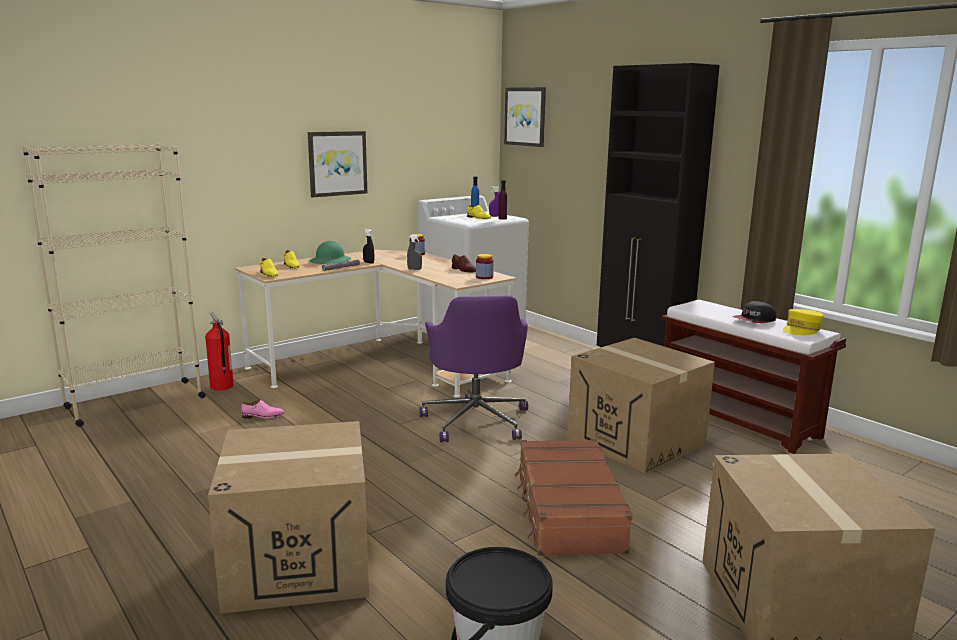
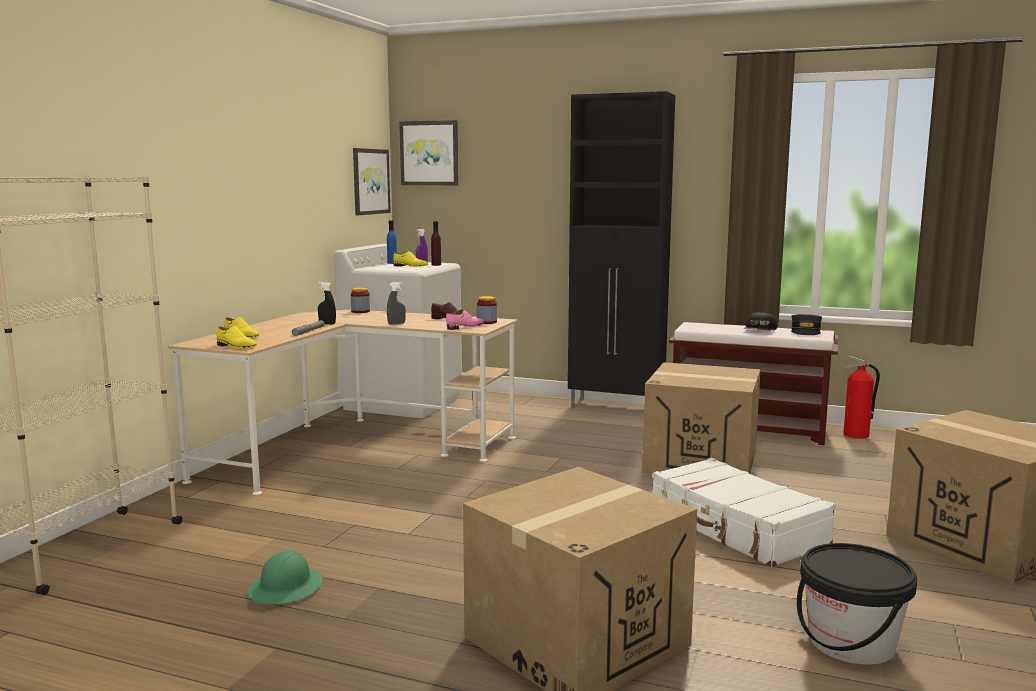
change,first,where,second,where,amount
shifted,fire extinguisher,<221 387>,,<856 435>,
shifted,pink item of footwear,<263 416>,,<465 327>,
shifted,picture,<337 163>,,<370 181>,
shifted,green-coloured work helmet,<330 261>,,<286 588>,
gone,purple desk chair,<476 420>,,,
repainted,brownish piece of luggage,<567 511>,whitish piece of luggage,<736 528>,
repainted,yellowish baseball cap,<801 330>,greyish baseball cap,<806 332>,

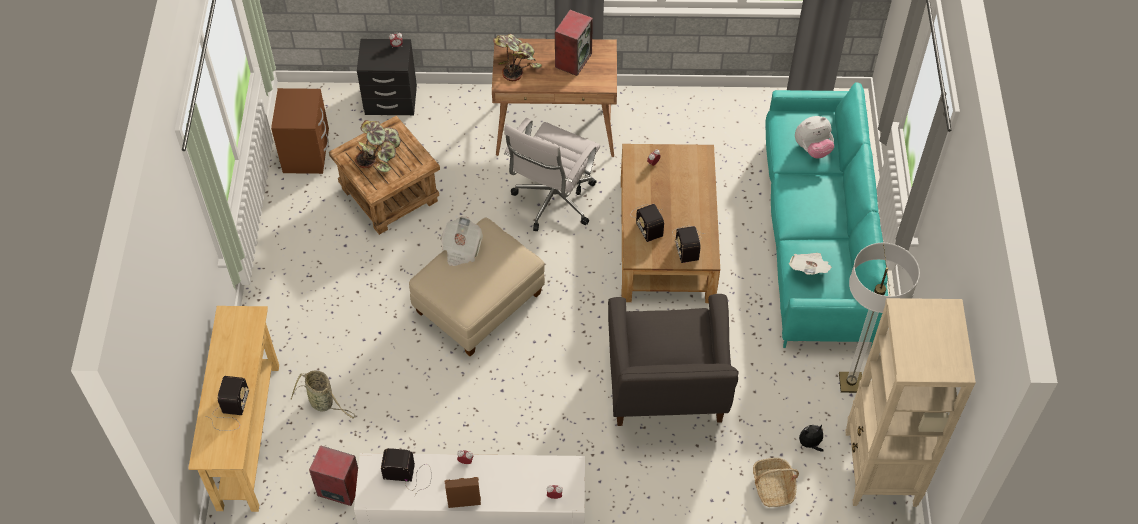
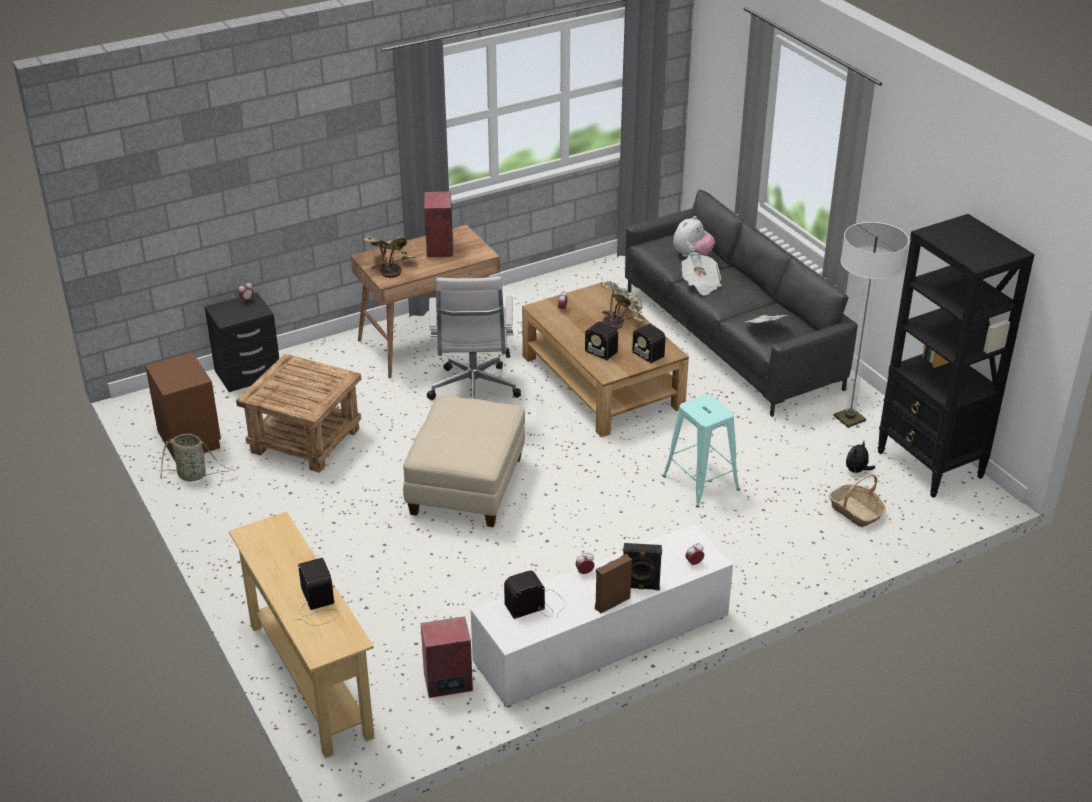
change,first,where,second,where,amount
shifted,household basket,<323 403>,,<194 475>,
shifted,plant in a pot,<379 156>,,<621 317>,
shifted,printed paper,<461 249>,,<700 284>,
swapped,greyish lounge chair,<667 391>,turquoise sitting stool,<701 483>,
repainted,turquoise settee,<815 239>,greyish settee,<729 339>,
repainted,beige bookcase,<880 470>,black bookcase,<930 465>,
new,,,black audio speaker,<640 587>,

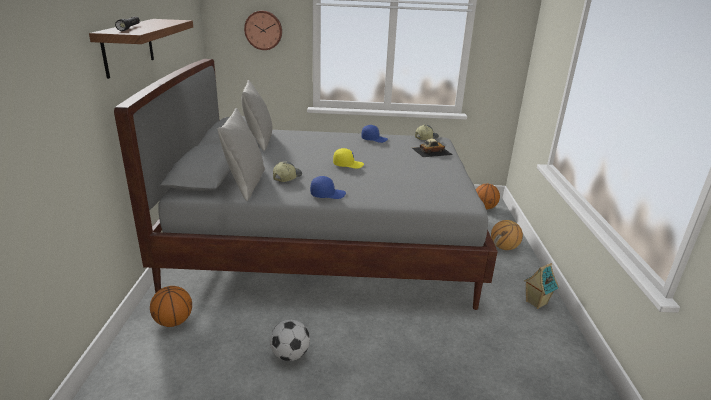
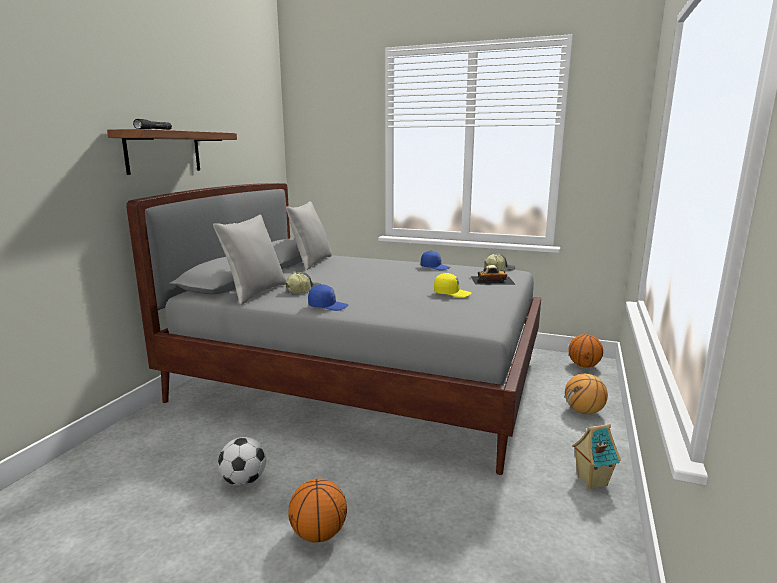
change,first,where,second,where,amount
shifted,ball for basketball,<174 322>,,<319 534>,
gone,clock on the wall,<263 30>,,,
shifted,yellowish baseball cap,<348 164>,,<452 293>,

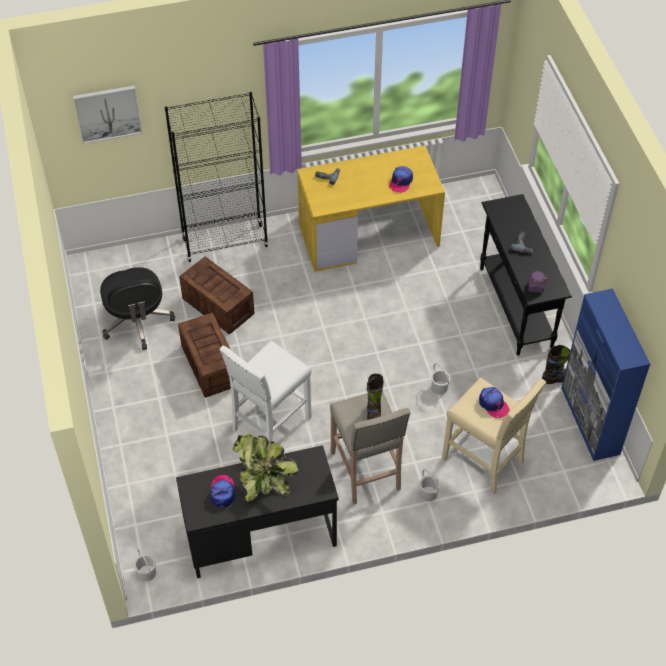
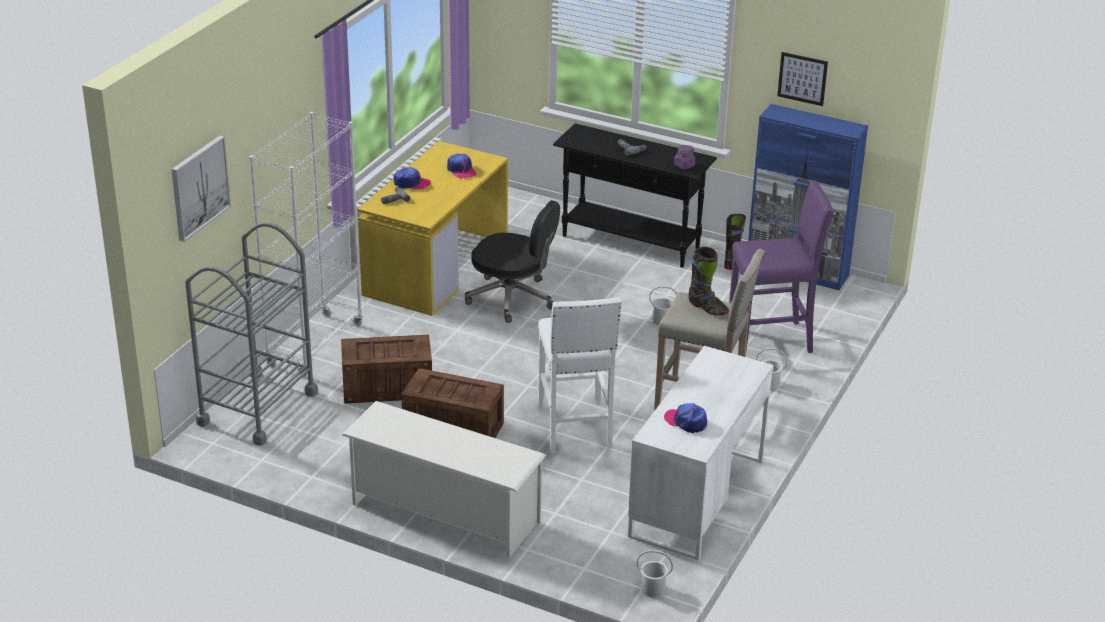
change,first,where,second,where,amount
shifted,black desk chair,<137 322>,,<513 298>,
repainted,black bookcase,<225 243>,whitish bookcase,<315 345>,
repainted,black desk table,<260 535>,whitish desk table,<696 498>,
gone,plant in a pot,<263 479>,,,
repainted,beige sitting stool,<484 461>,purple sitting stool,<772 339>,
shifted,baseball cap,<493 404>,,<411 183>,
new,,,greyish trolley,<257 408>,
new,,,whitish shoe rack,<444 513>,
new,,,picture,<802 78>,

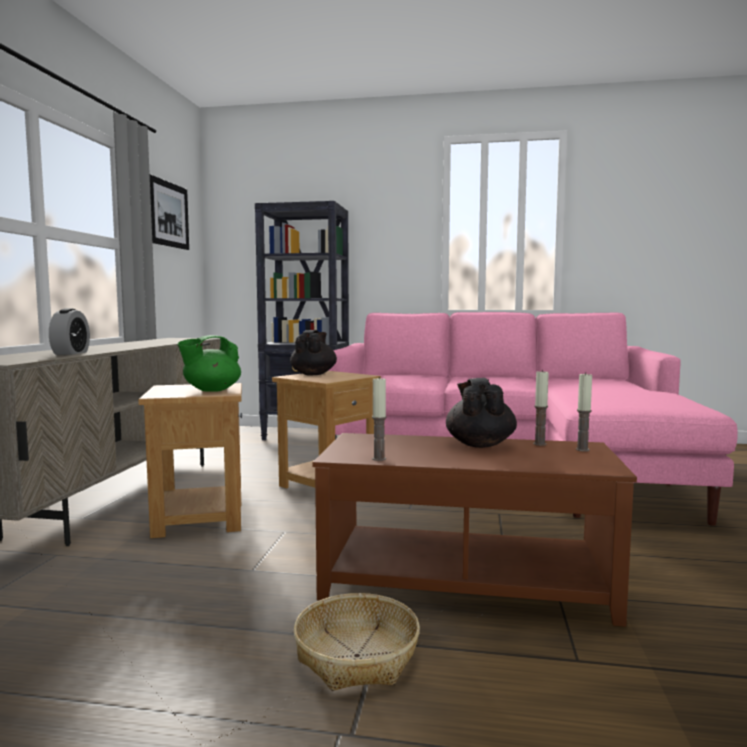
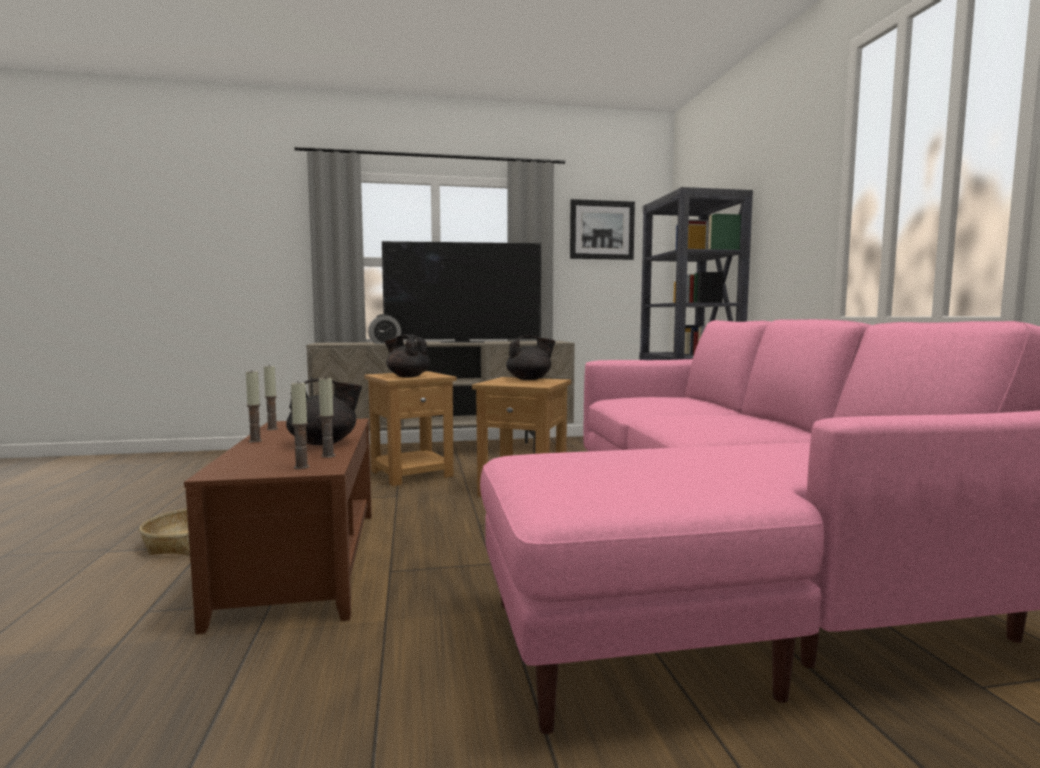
change,first,where,second,where,amount
repainted,green-coloured pot for tea,<211 390>,black pot for tea,<407 376>,
new,,,candle,<255 441>,
new,,,TV set,<463 342>,

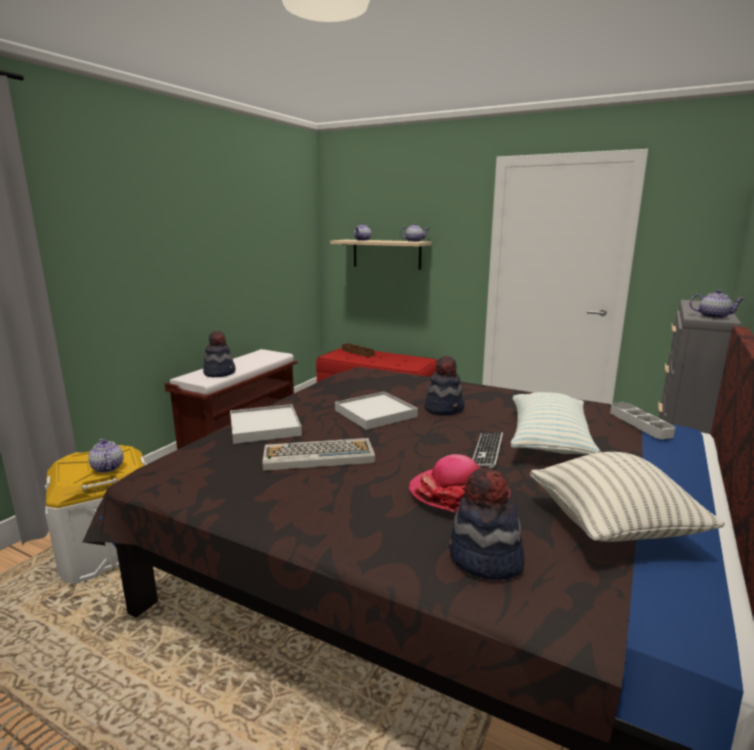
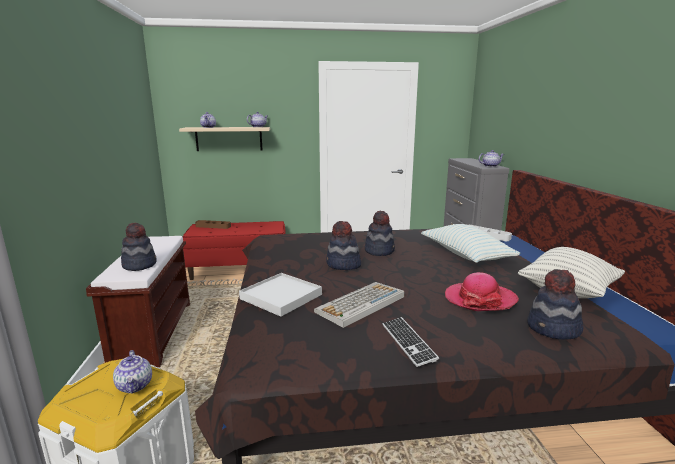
change,first,where,second,where,amount
rotated,pot for tea,<107 468>,,<135 385>,135 degrees counterclockwise
swapped,whitish tray,<375 413>,hat,<343 265>,
shifted,computer keyboard,<487 450>,,<408 342>,

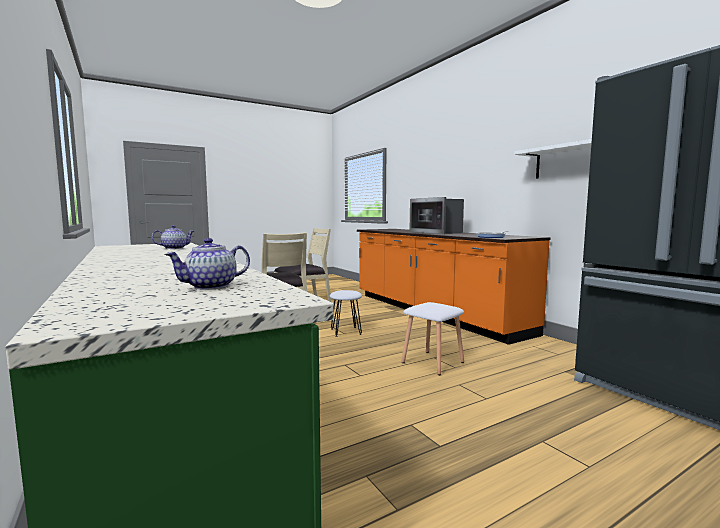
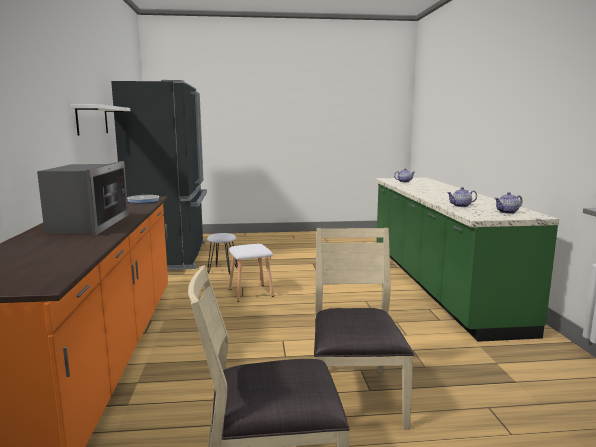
change,first,where,second,where,amount
shifted,whitish sitting stool,<346 331>,,<222 270>,
new,,,pot for tea,<507 212>,

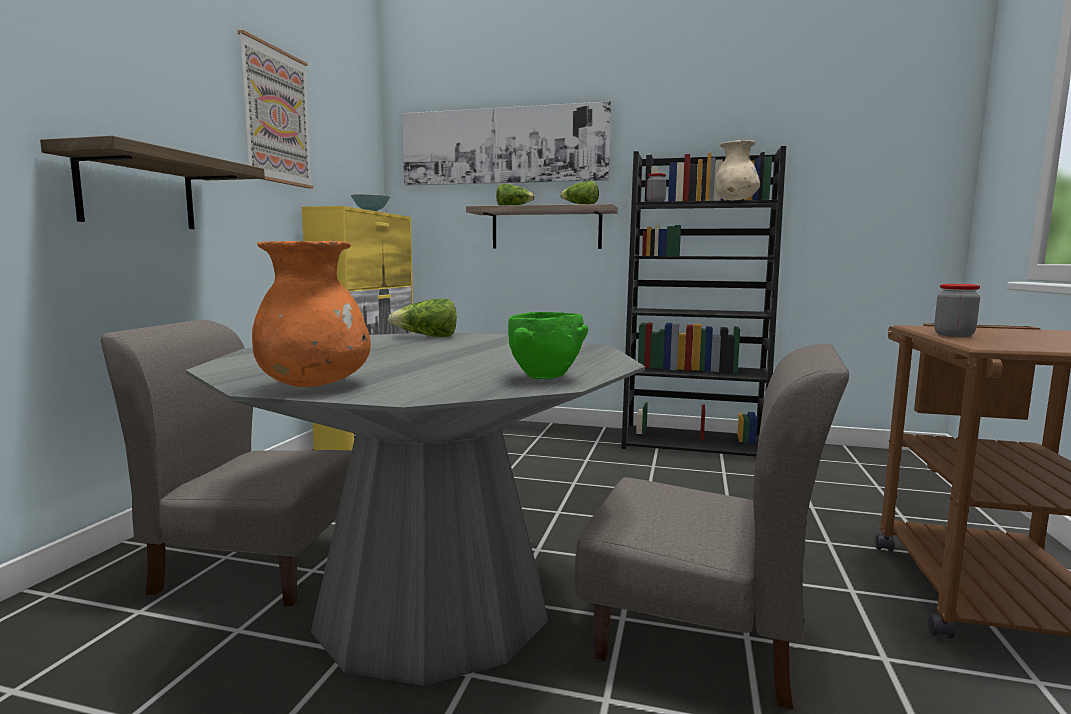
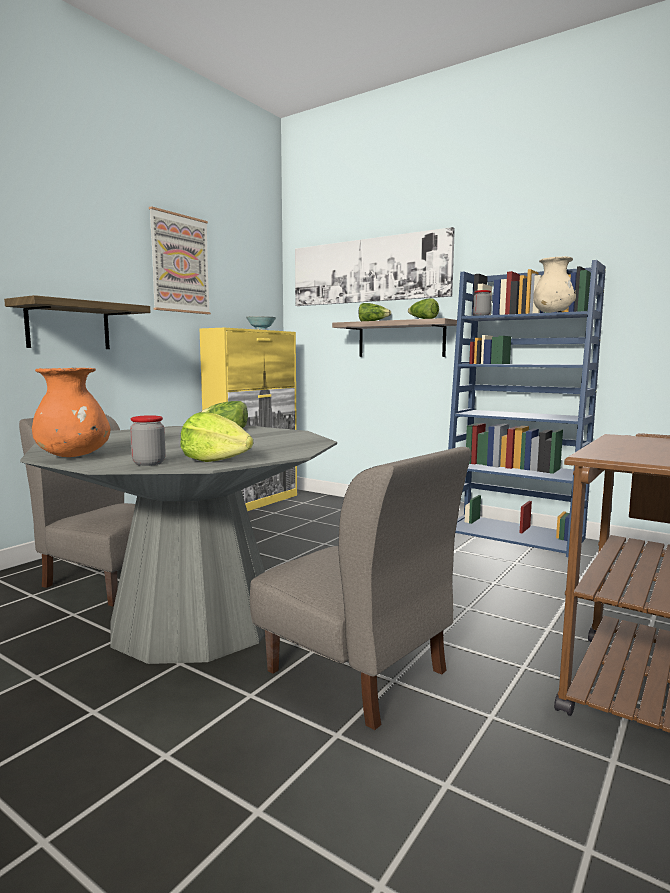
change,first,where,second,where,amount
swapped,green-coloured deep dish,<544 378>,head of lettuce,<215 460>,
repainted,black bookcase,<694 443>,blue-coloured bookcase,<514 536>,
shifted,preserve jar,<953 335>,,<149 463>,

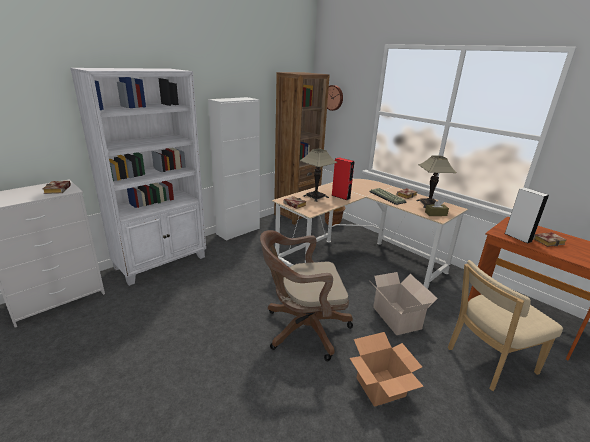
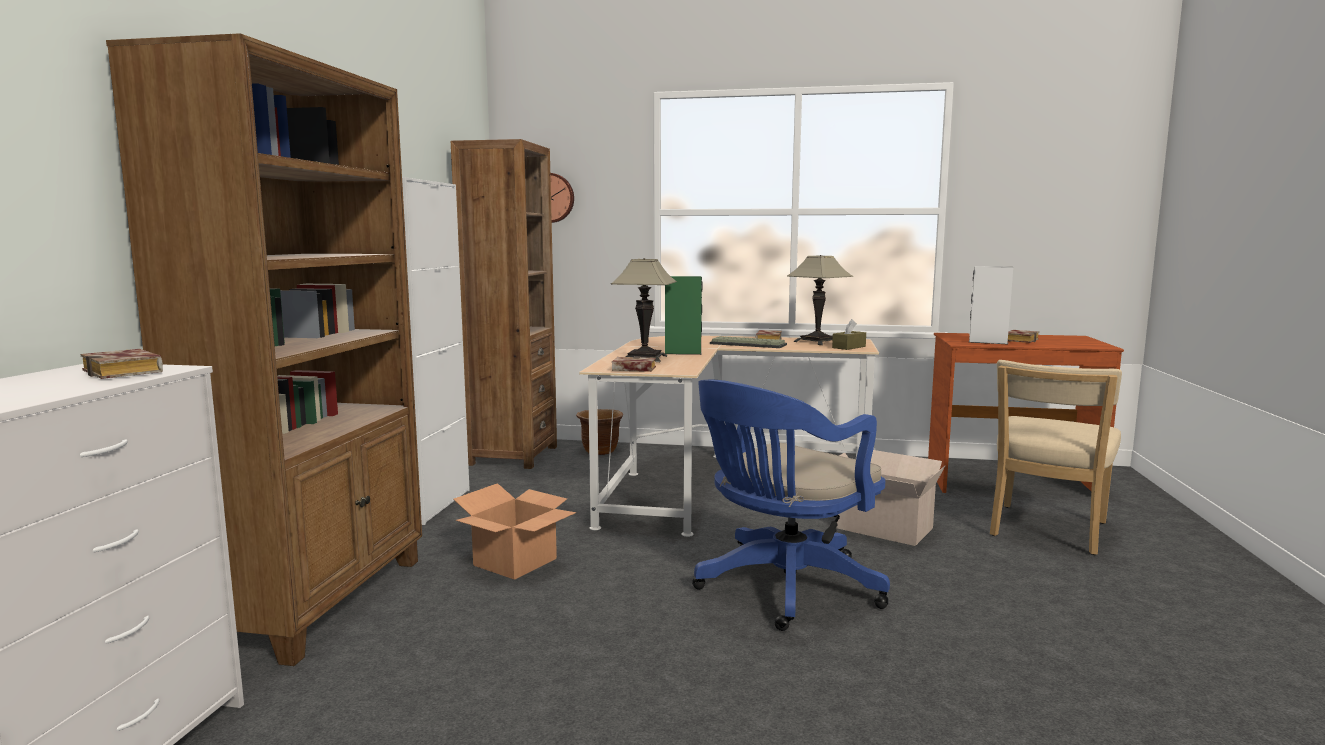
change,first,where,second,where,amount
repainted,whitish bookcase,<162 262>,brownish bookcase,<318 601>,
repainted,brownish desk chair,<302 329>,blue-coloured desk chair,<783 589>,
repainted,red-coloured audio speaker,<341 196>,green-coloured audio speaker,<683 353>,
shifted,carton,<381 386>,,<515 561>,

